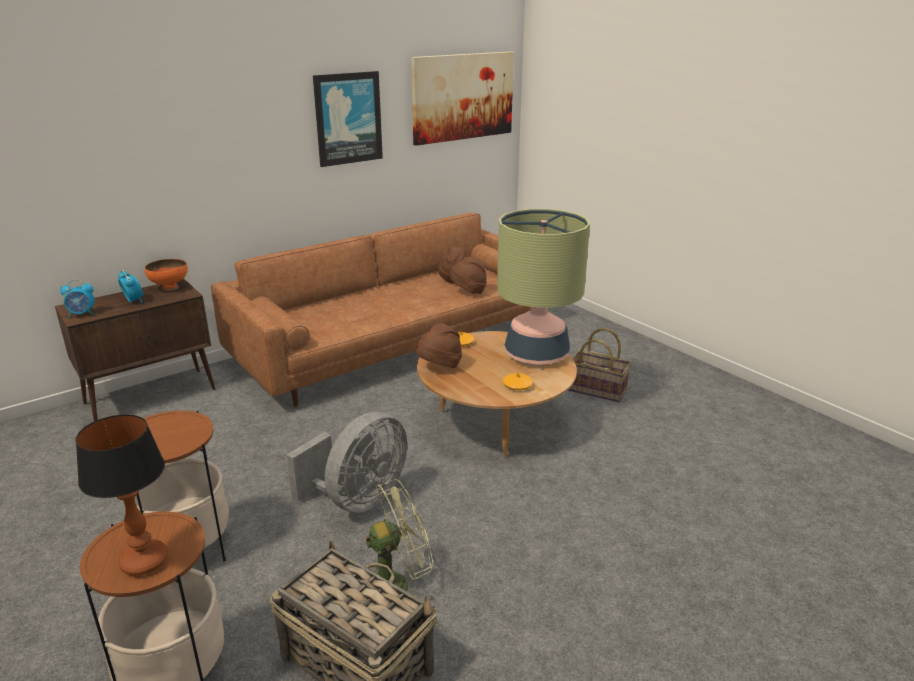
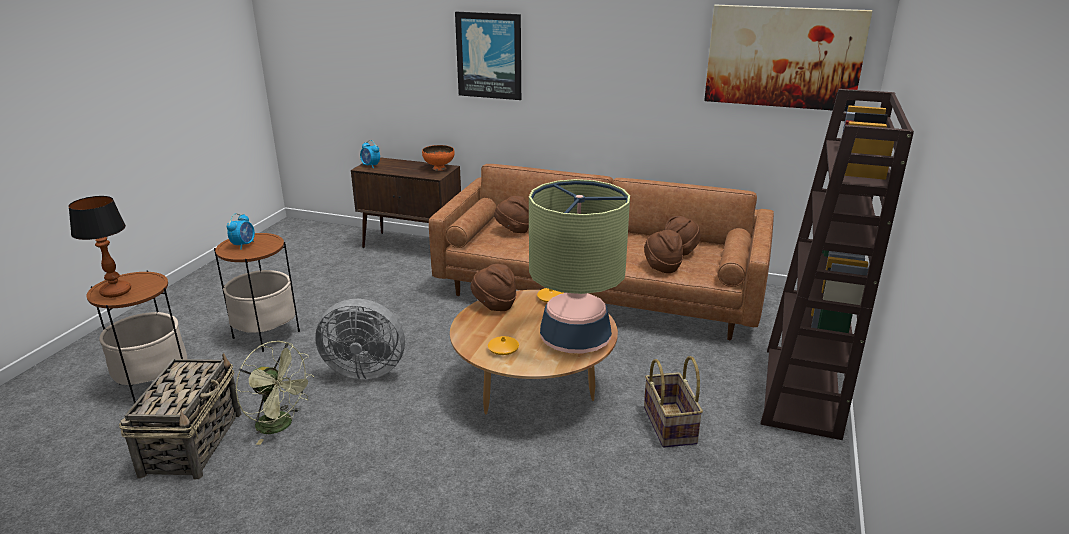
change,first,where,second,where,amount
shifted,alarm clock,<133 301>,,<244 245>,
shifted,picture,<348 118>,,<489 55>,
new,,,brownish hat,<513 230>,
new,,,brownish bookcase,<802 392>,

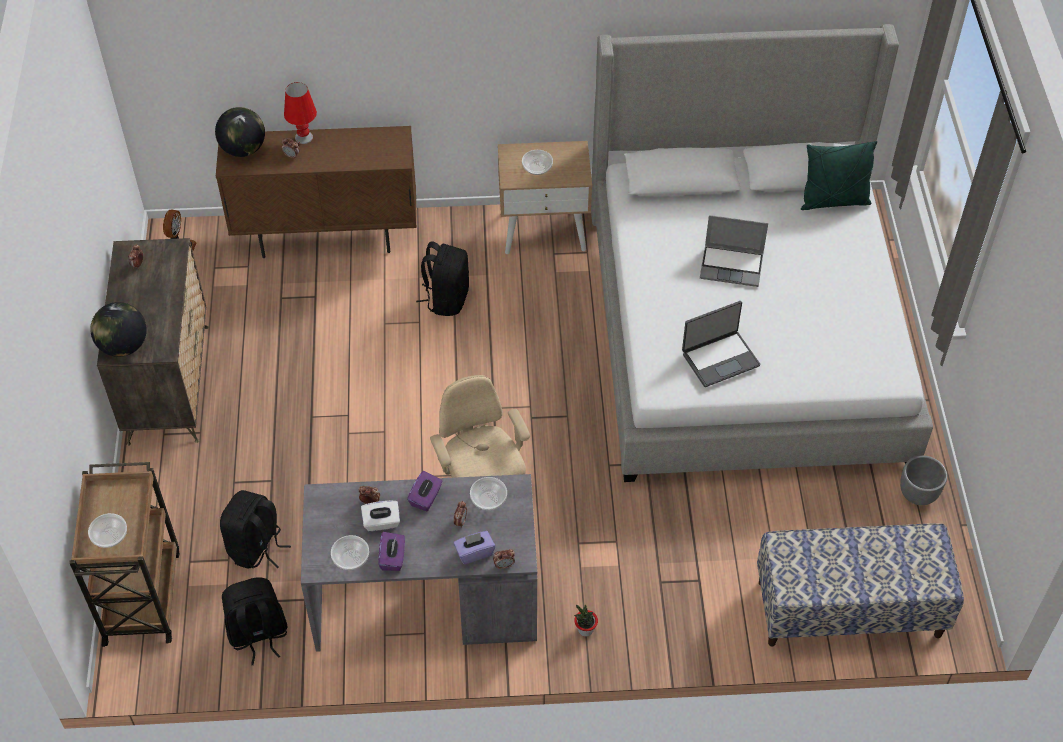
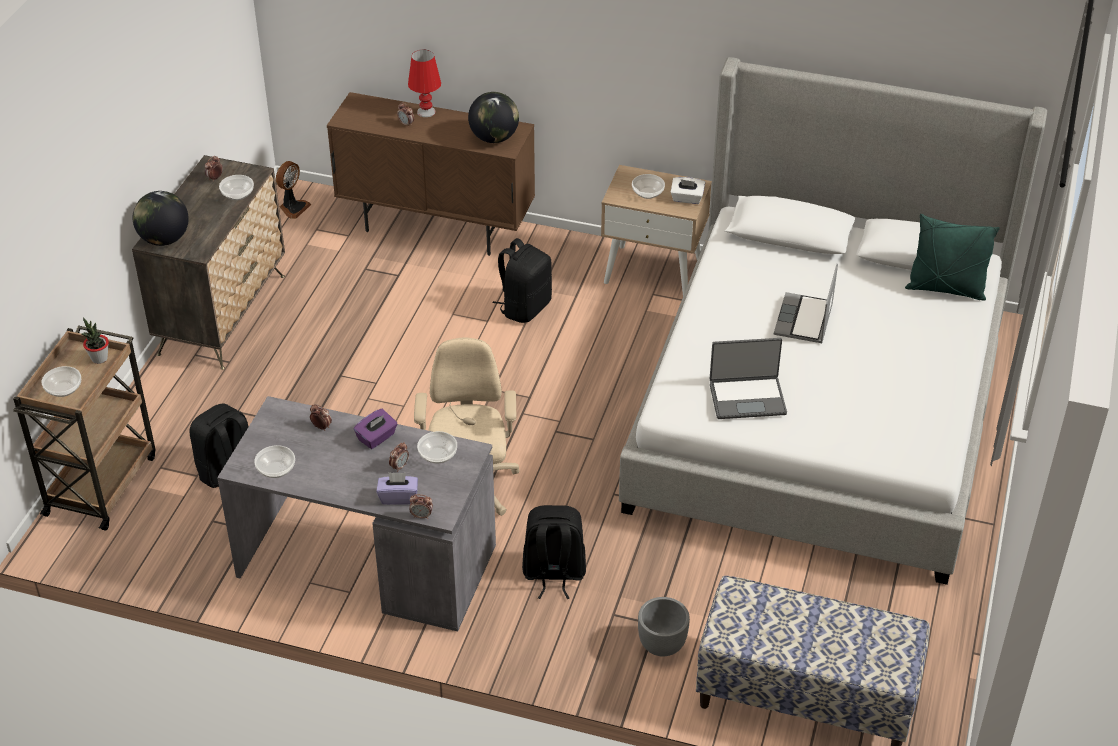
change,first,where,second,where,amount
shifted,globe,<243 149>,,<494 138>,
shifted,black rucksack,<258 634>,,<553 573>,
shifted,whitish tissue box,<381 523>,,<687 199>,
gone,purple tissue box,<393 558>,,,
shifted,plant in a pot,<585 630>,,<99 358>,
rotated,notebook computer,<732 266>,,<804 320>,75 degrees clockwise
shifted,greyish plant pot,<917 495>,,<661 646>,
new,,,deep dish,<237 195>,

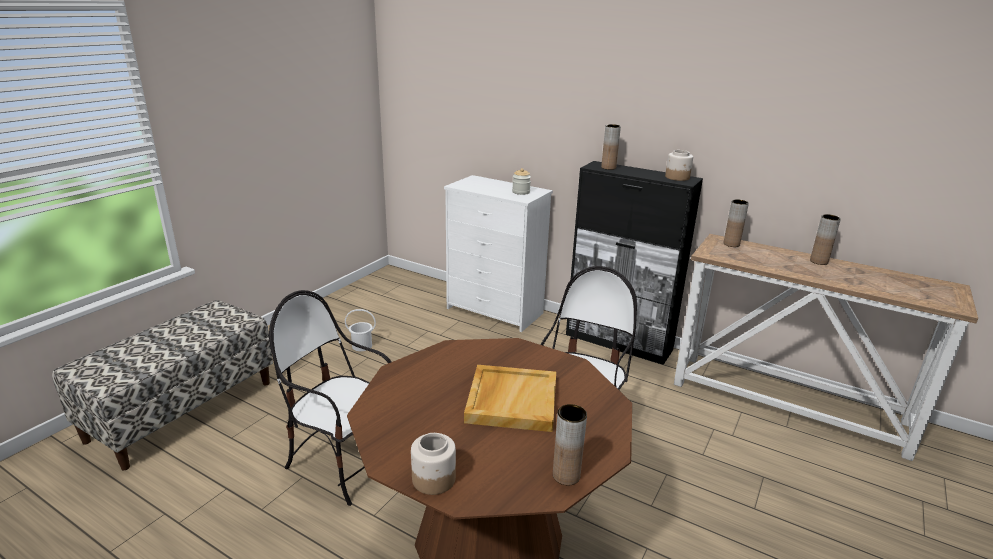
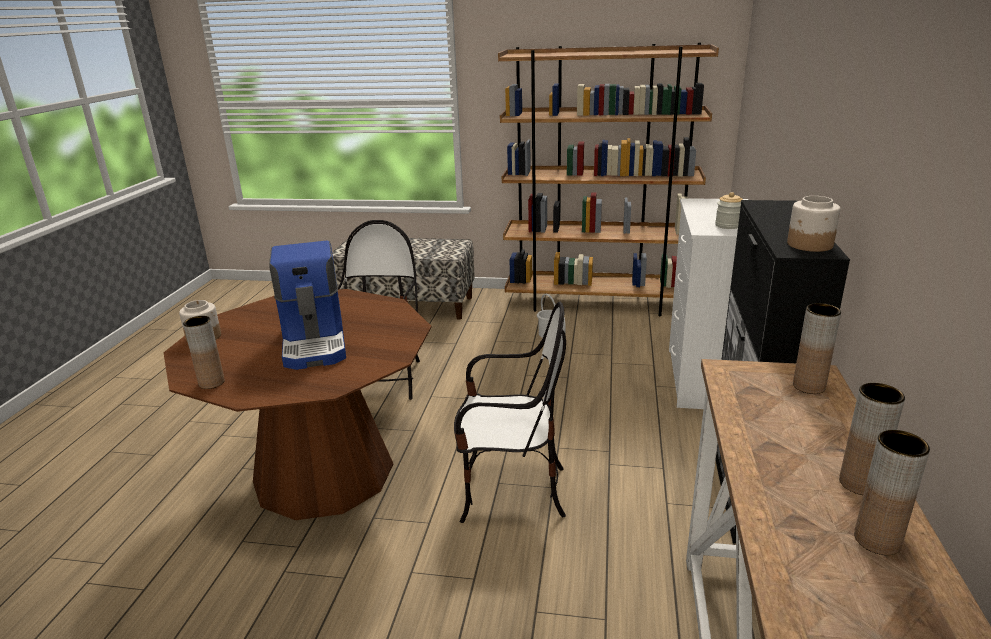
change,first,where,second,where,amount
swapped,beige tray,<511 400>,coffee maker,<316 342>,
shifted,brownish flower vase,<608 168>,,<877 540>,
new,,,brownish bookcase,<597 303>,

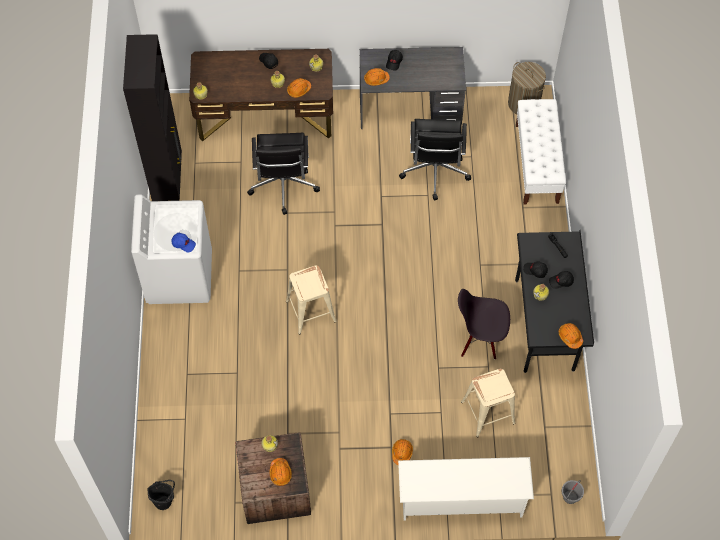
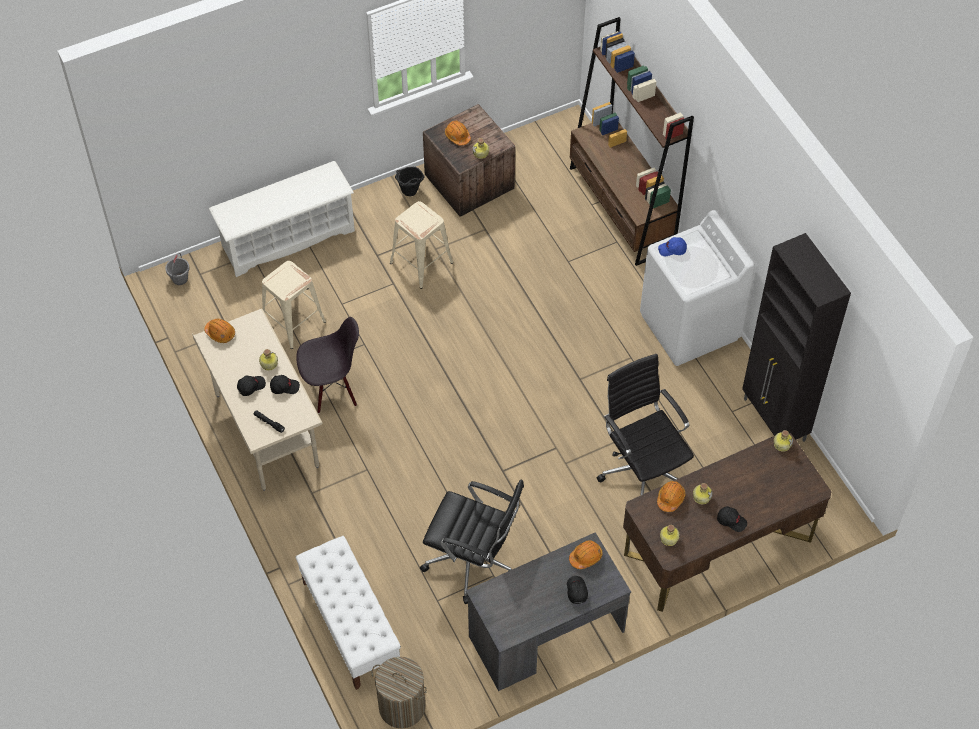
change,first,where,second,where,amount
shifted,black bucket,<165 500>,,<409 193>,
shifted,beige sitting stool,<310 311>,,<422 262>,
gone,orangey work helmet,<402 453>,,,
rotated,black desk chair,<434 171>,,<473 561>,135 degrees clockwise
repainted,black desk table,<544 325>,beige desk table,<266 431>,
new,,,brownish bookcase,<621 208>,

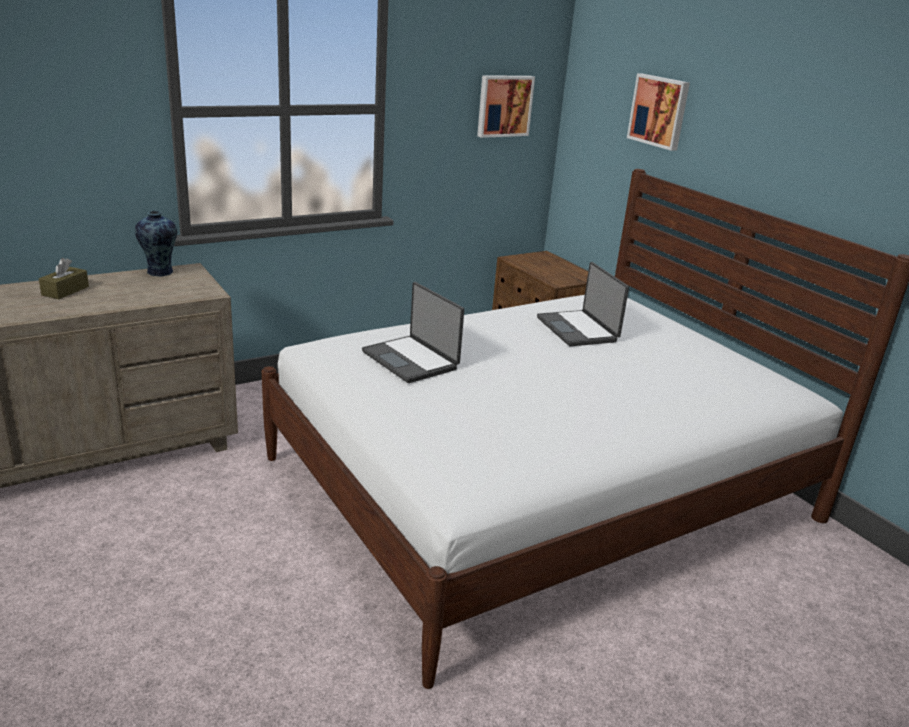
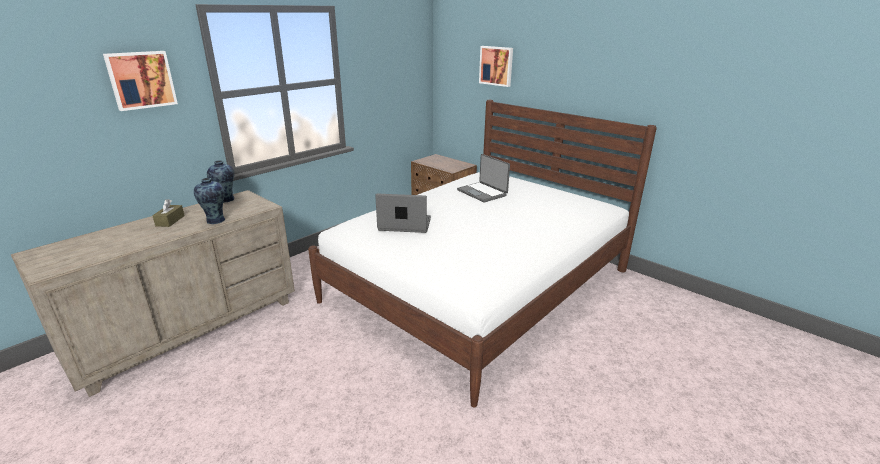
change,first,where,second,where,amount
rotated,notebook computer,<411 360>,,<404 225>,150 degrees clockwise
shifted,picture,<504 105>,,<141 80>,
new,,,flower vase,<215 221>,

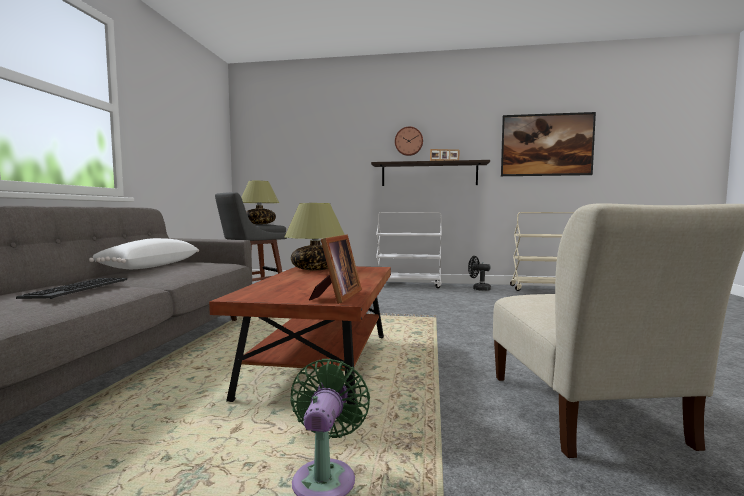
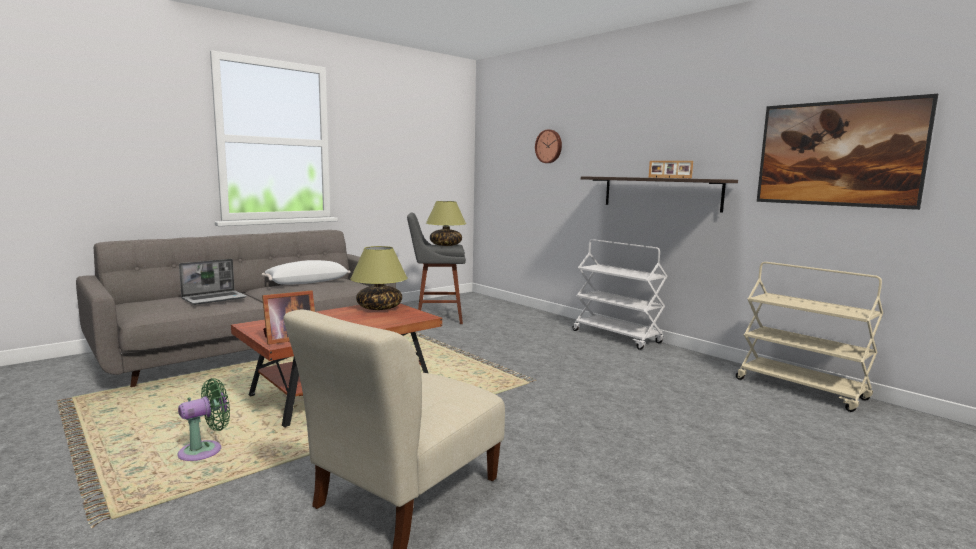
change,first,where,second,where,amount
swapped,computer keyboard,<77 288>,notebook computer,<215 298>,
shifted,clock on the wall,<409 141>,,<549 146>,
gone,black cooling fan,<478 289>,,,

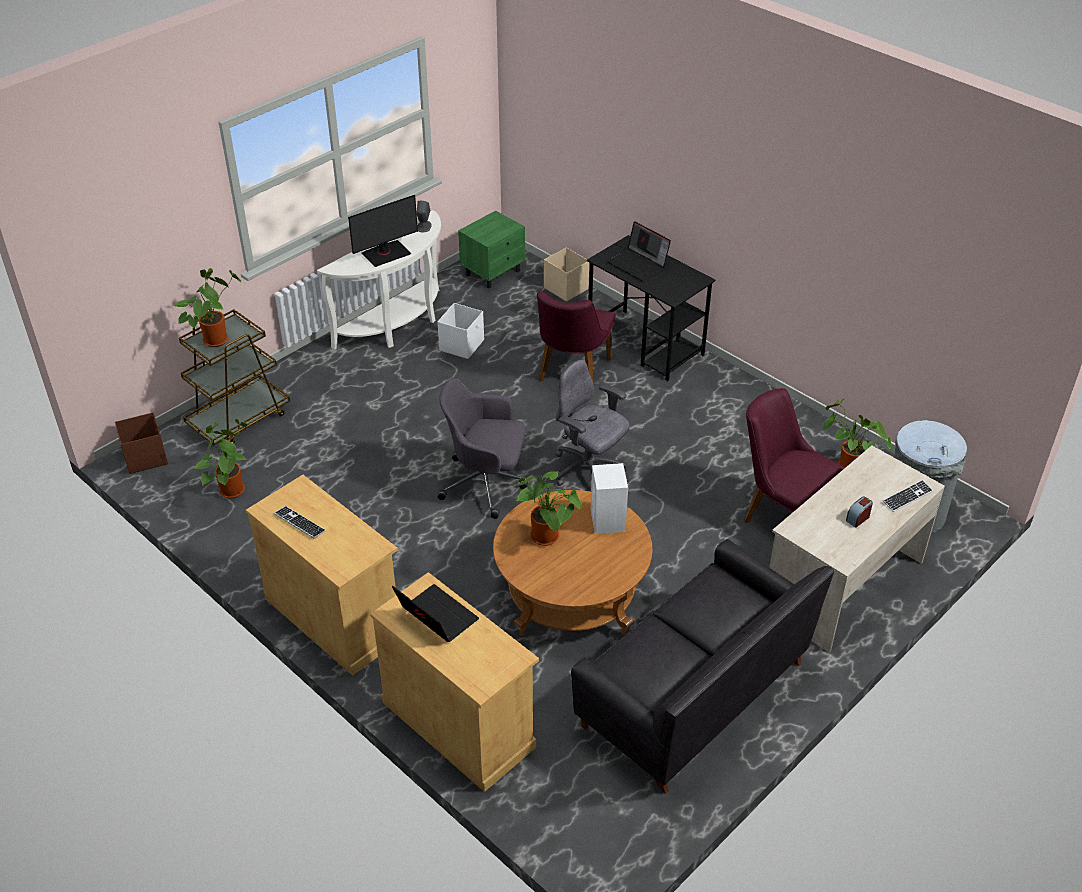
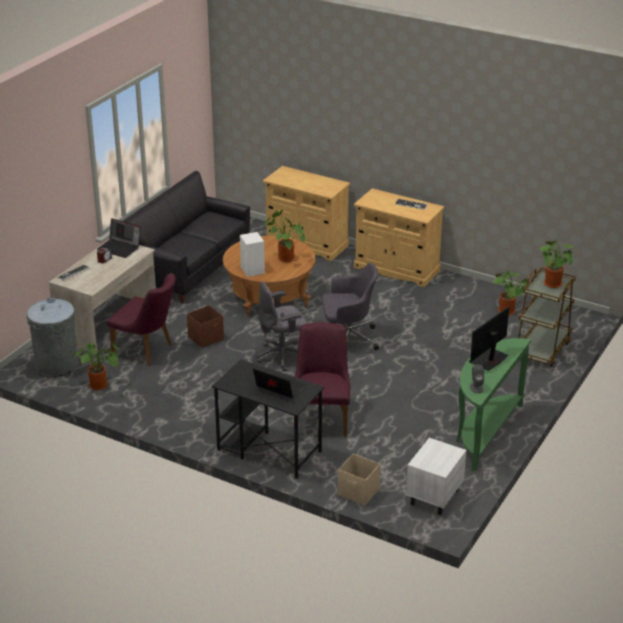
change,first,where,second,where,amount
shifted,brownish storage bin,<144 458>,,<206 338>,
repainted,whitish hall table,<397 325>,green-coloured hall table,<484 433>,
shifted,notebook computer,<435 617>,,<120 248>,
gone,whitish storage bin,<462 345>,,,
repainted,green-coloured bedside table,<493 272>,whitish bedside table,<434 497>,
rotated,greyish desk chair,<588 470>,,<283 356>,135 degrees clockwise

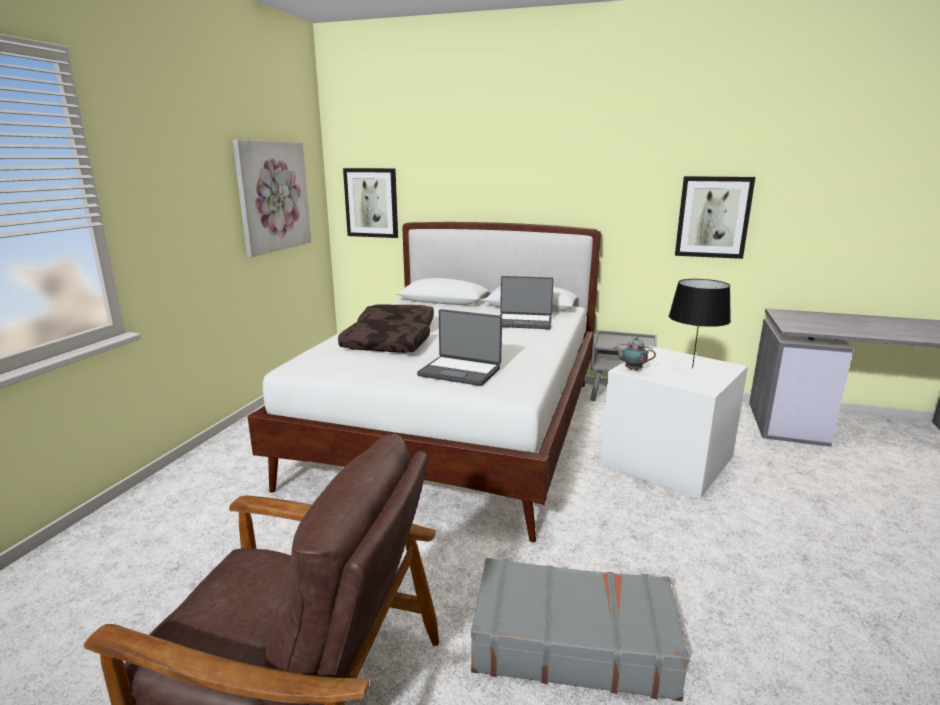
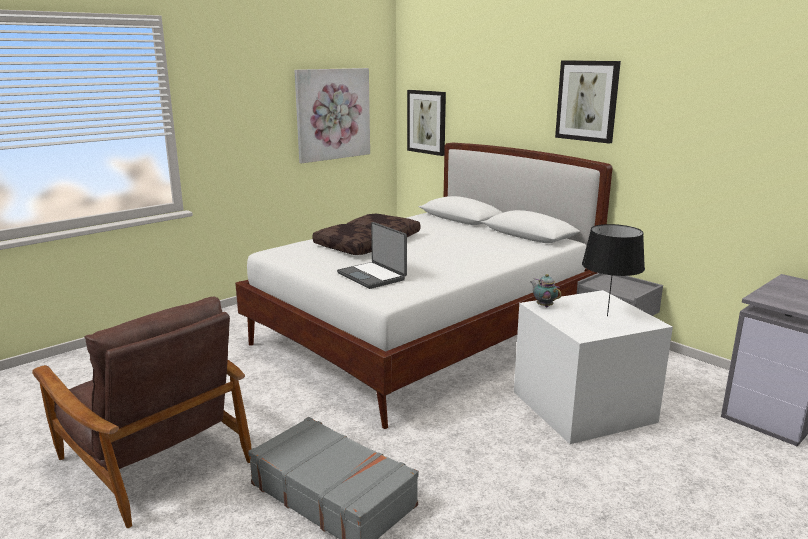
change,first,where,second,where,amount
gone,notebook computer,<524 322>,,,
shifted,picture,<713 217>,,<587 101>,

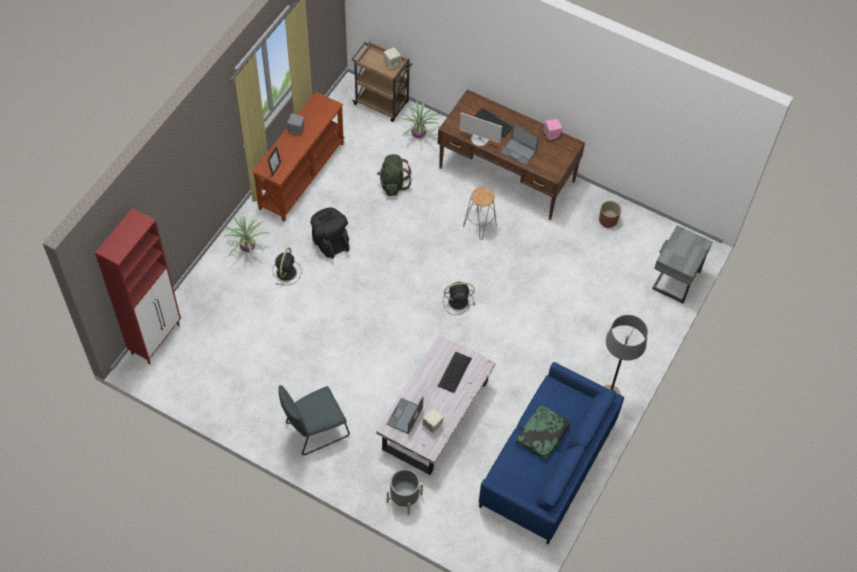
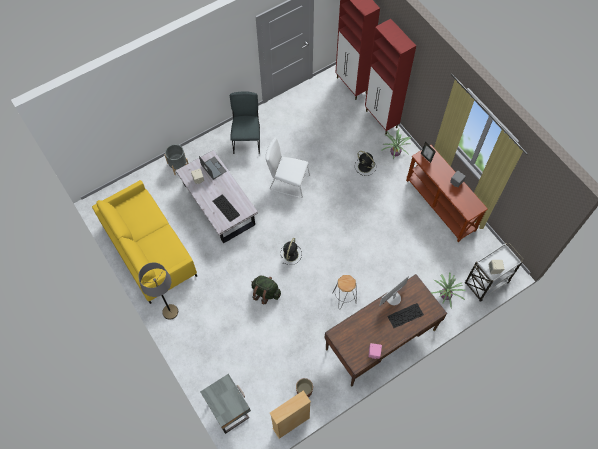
change,first,where,second,where,amount
gone,black rucksack,<330 242>,,,
repainted,brownish trolley,<382 104>,whitish trolley,<485 283>,
shifted,green-coloured rucksack,<393 184>,,<265 293>,
repainted,blue-coloured settee,<547 464>,yellowish settee,<149 249>,
gone,notebook computer,<519 152>,,,
gone,cushion,<542 435>,,,
new,,,whitish upright chair,<287 182>,
new,,,beige bookcase,<291 423>,
new,,,red-coloured cabinet,<381 120>,

